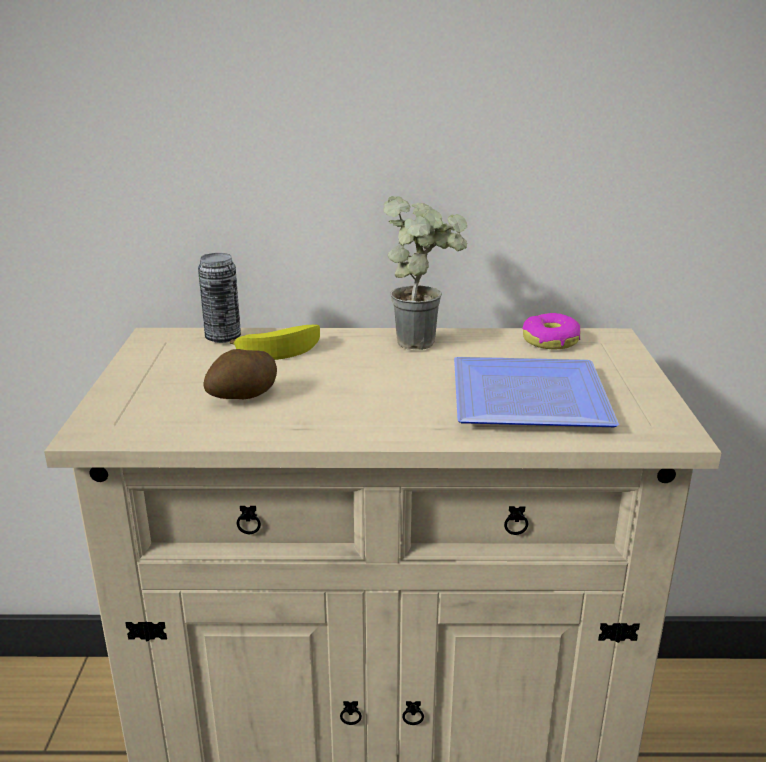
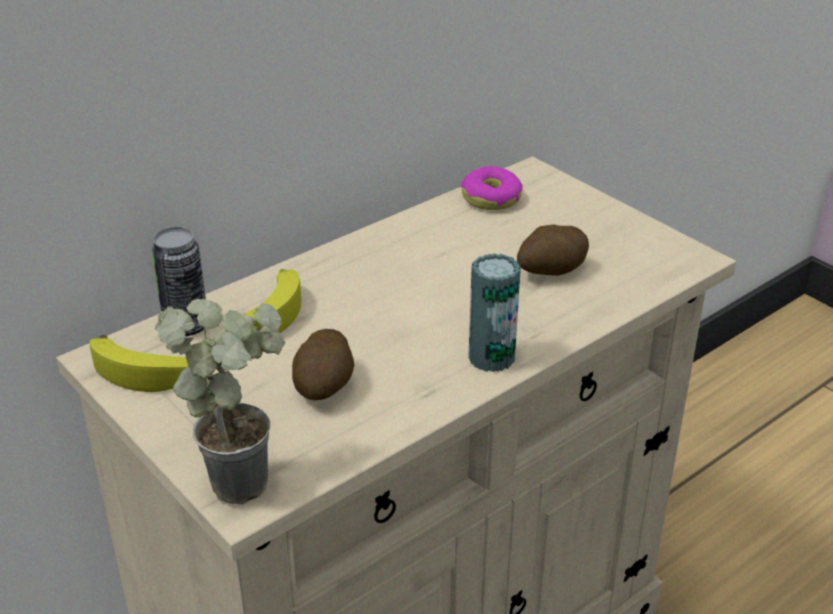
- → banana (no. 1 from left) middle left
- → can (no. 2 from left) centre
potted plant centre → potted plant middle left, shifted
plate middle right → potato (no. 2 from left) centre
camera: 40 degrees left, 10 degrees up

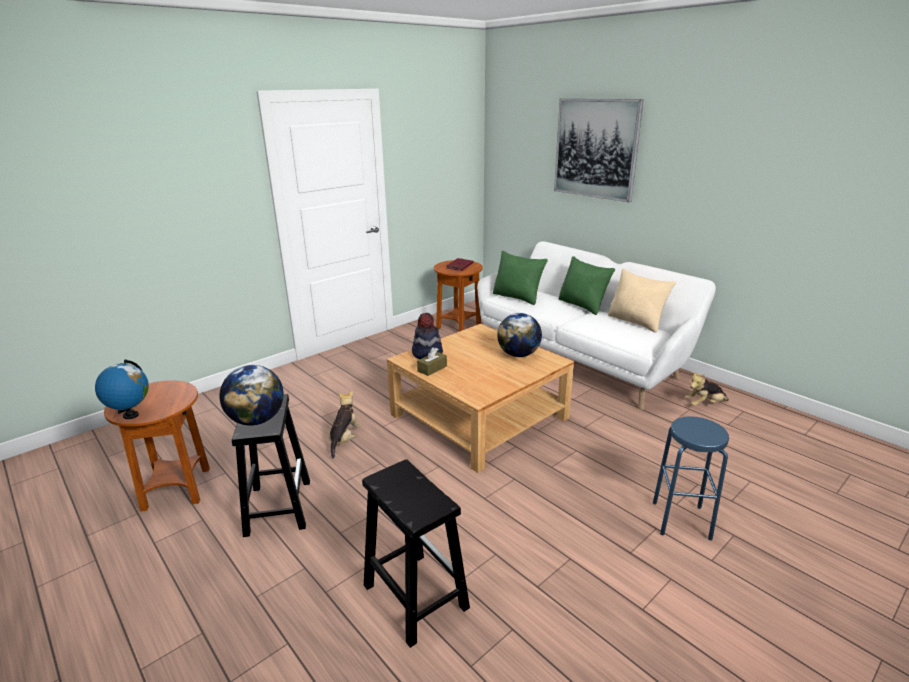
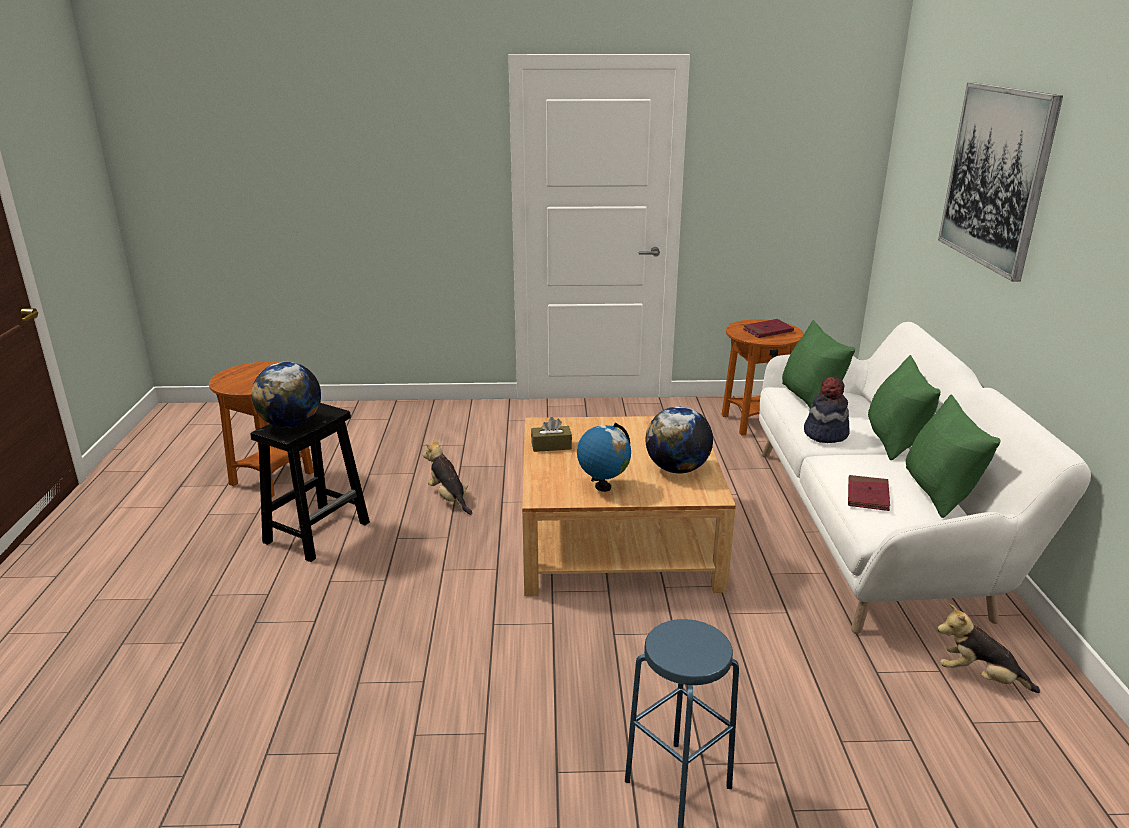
stool/black (no. 2 from left) bottom centre → -
- → book/red (no. 2 from left) middle right
globe (no. 1 from left in the first image) middle left → globe (no. 2 from left) centre, shifted
hat centre → hat middle right, shifted
pillow/beige middle right → pillow/green (no. 3 from left) middle right
plush toy (no. 1 from left) centre, 90 degrees counterclockwise
camera: 40 degrees right, 0 degrees up

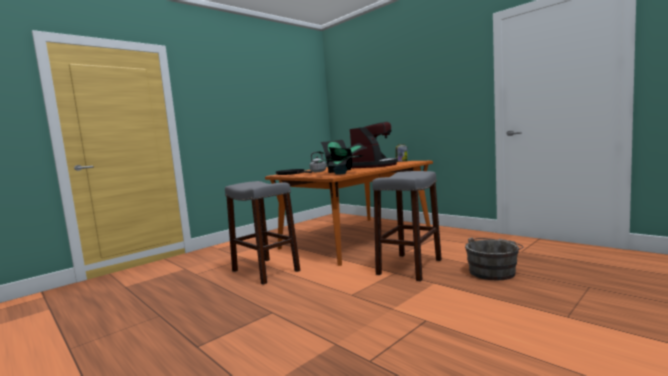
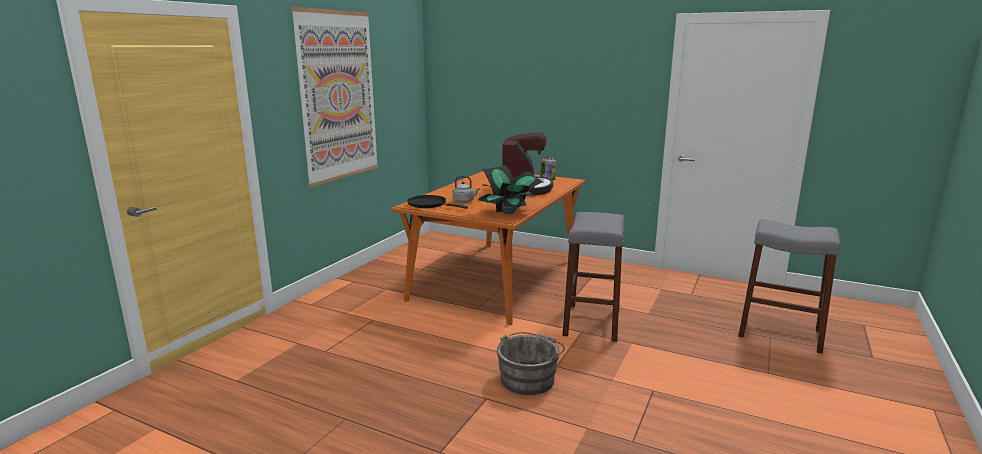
- → picture top centre
stool/grey (no. 1 from left in the first image) centre → stool/grey (no. 2 from left) middle right, shifted
bucket/grey bottom right → bucket/grey bottom centre, shifted
camera: 20 degrees left, 10 degrees up

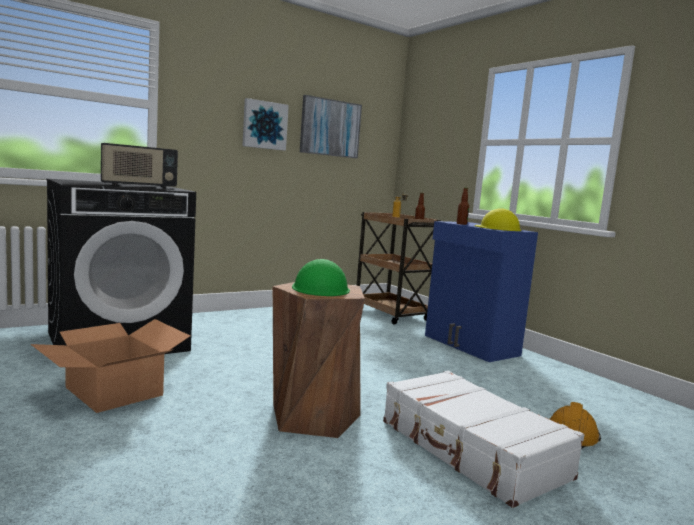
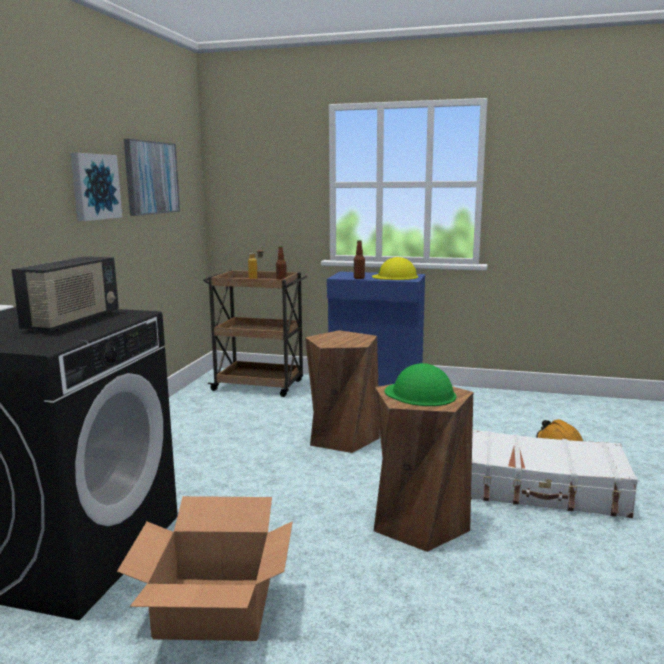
- → stool/brown (no. 1 from left) centre
camera: 40 degrees left, 5 degrees up

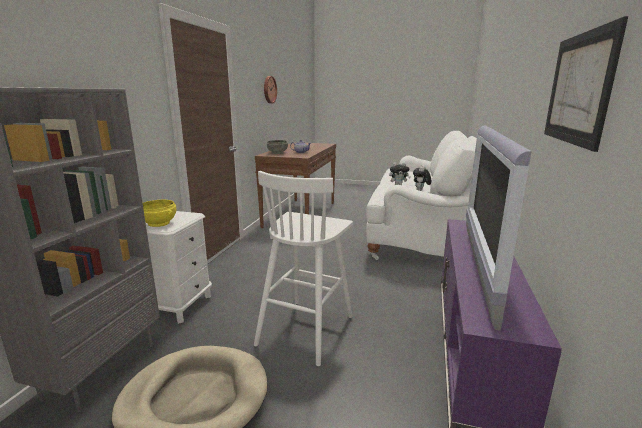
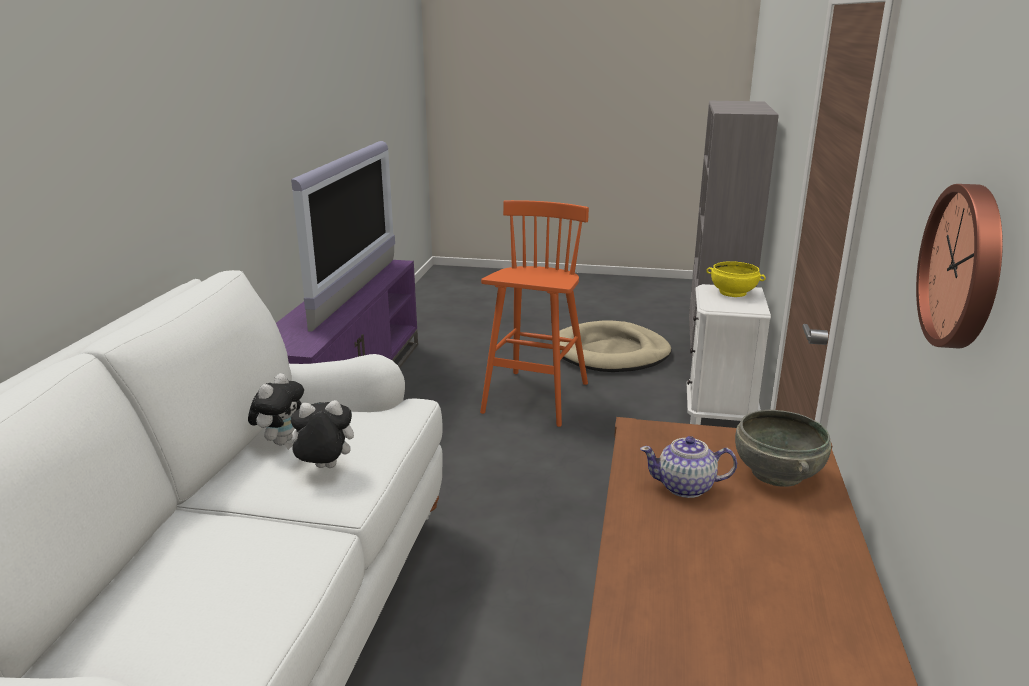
picture top right → -
stool/white centre → stool/orange centre
camera: 175 degrees right, 5 degrees up

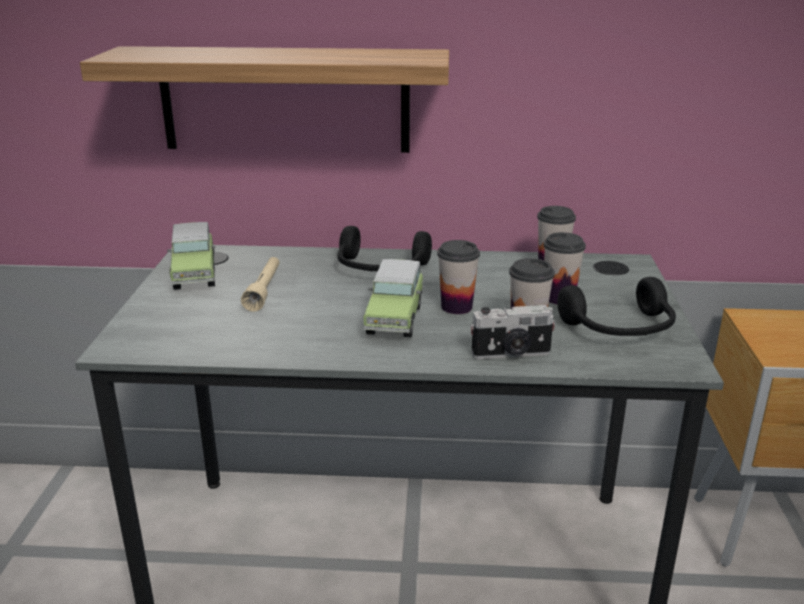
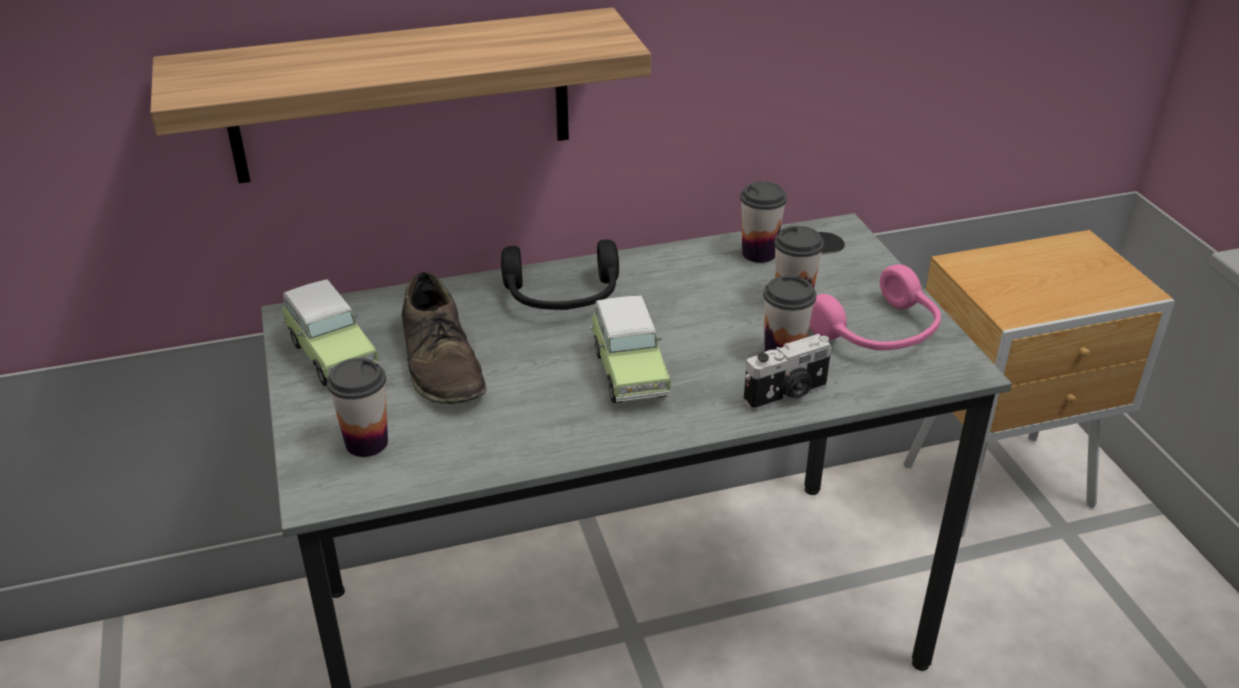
cup (no. 1 from left) centre → cup (no. 1 from left) middle left, shifted
flashlight/beige middle left → shoe/brown centre
headphones/black (no. 2 from left) middle right → headphones/pink middle right
camera: 20 degrees left, 10 degrees up

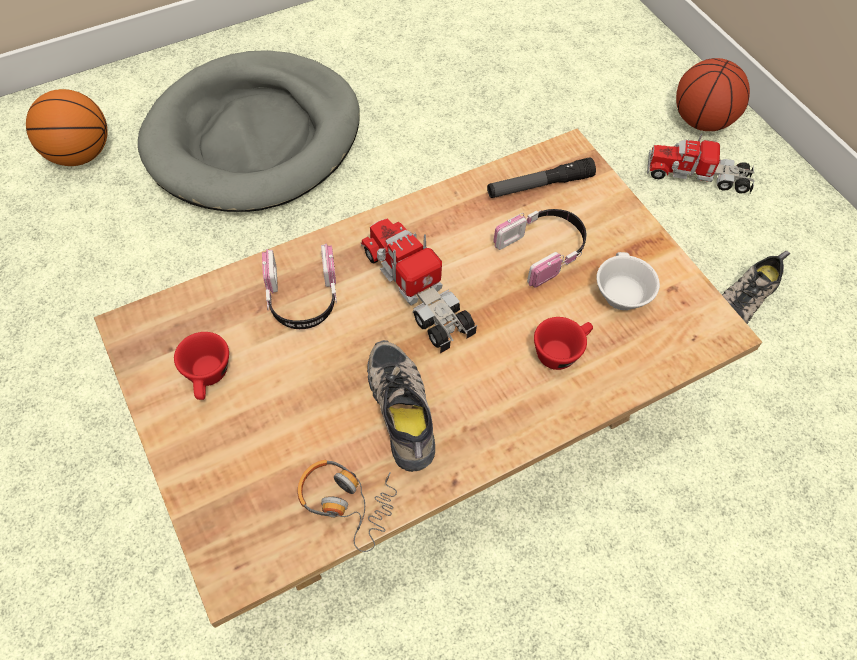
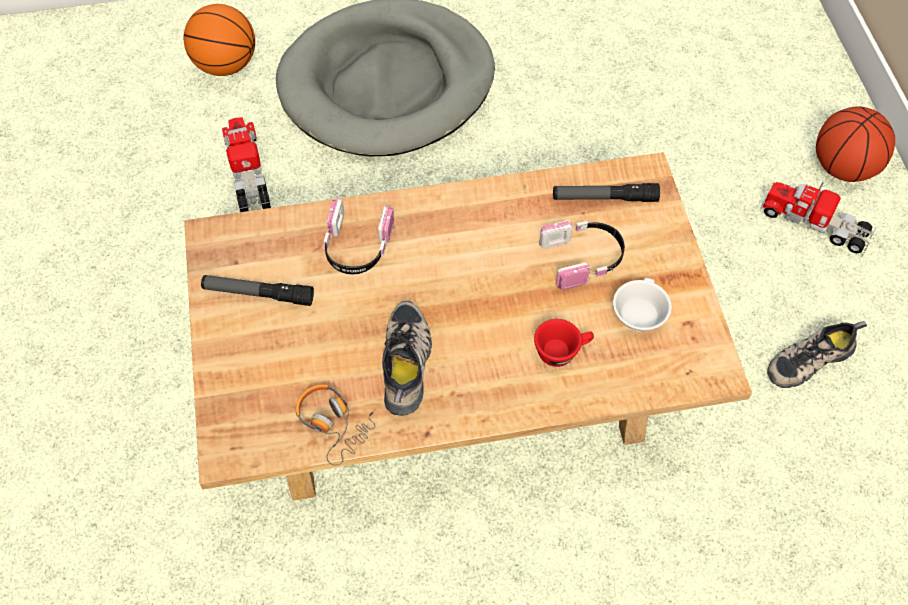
toy truck (no. 1 from left) centre → toy truck (no. 1 from left) top left, shifted
cup/red (no. 1 from left) middle left → flashlight (no. 1 from left) middle left
camera: 20 degrees right, 0 degrees up

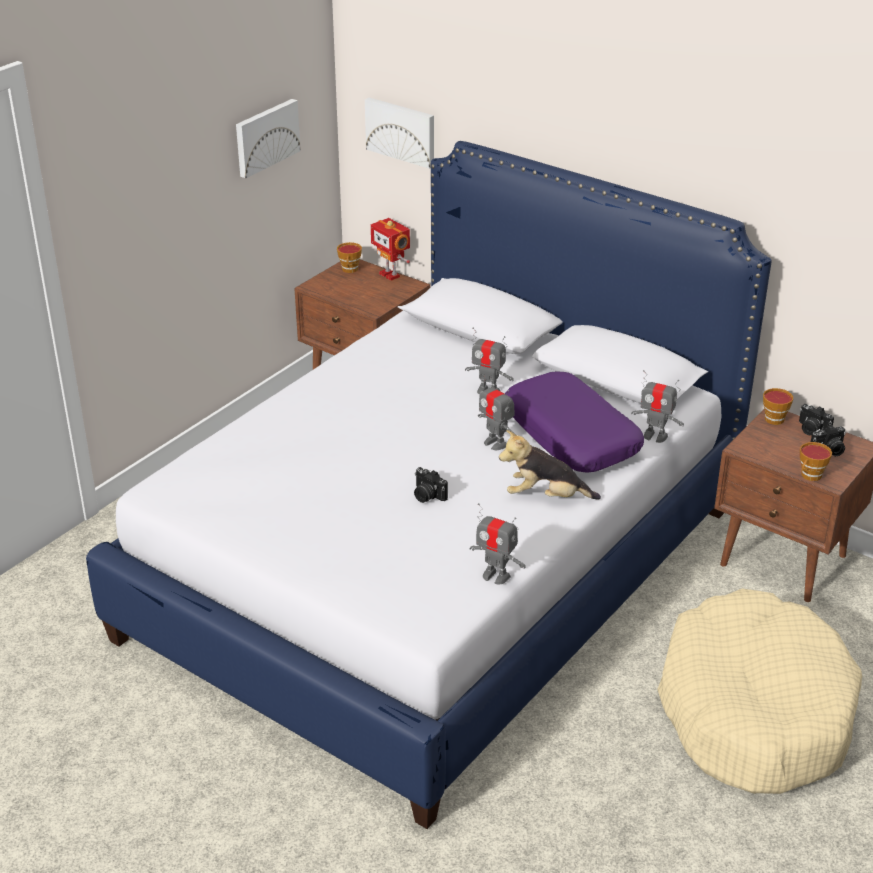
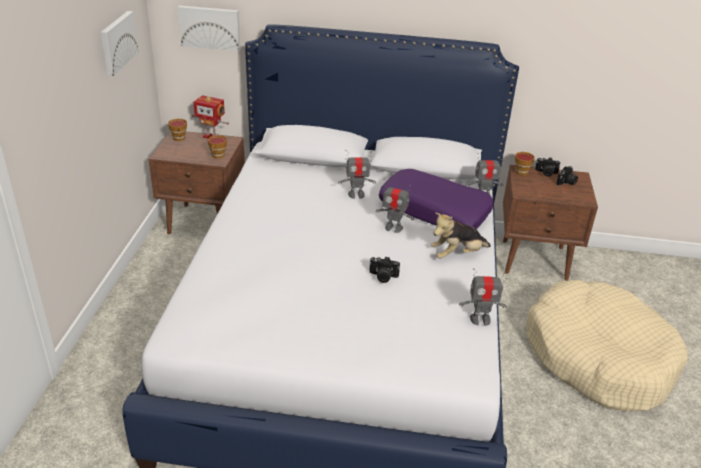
cup (no. 3 from left in the first image) middle right → cup (no. 2 from left) top left, shifted
camera: 30 degrees left, 0 degrees up

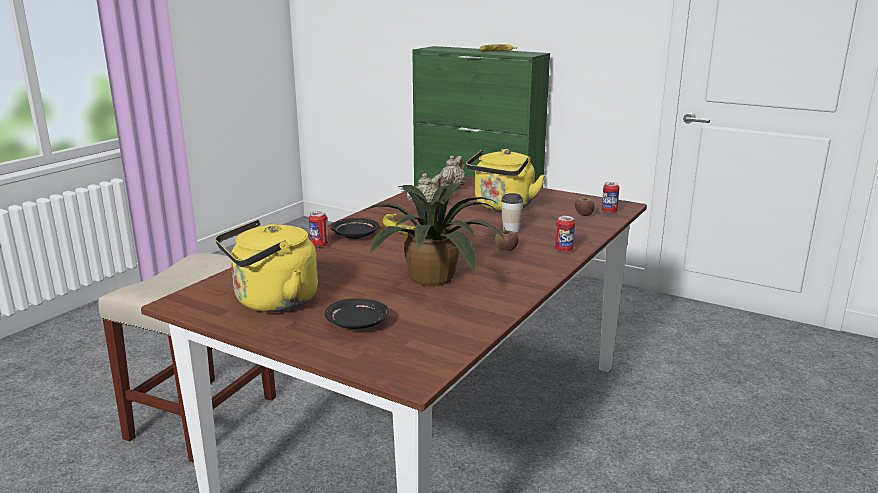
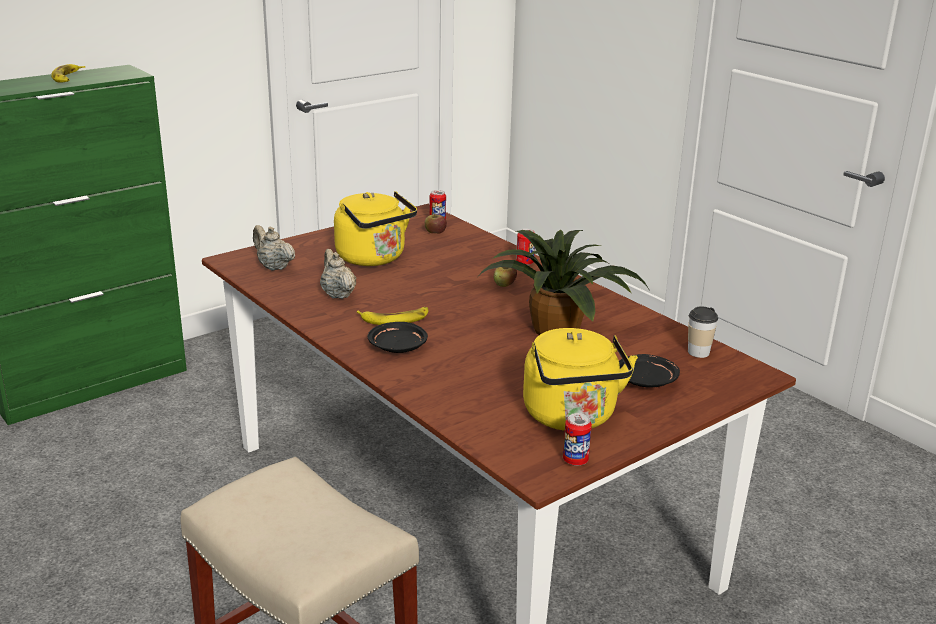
can (no. 1 from left in the first image) centre → can (no. 3 from left) bottom centre, shifted
cup centre → cup middle right, shifted
camera: 70 degrees left, 5 degrees up

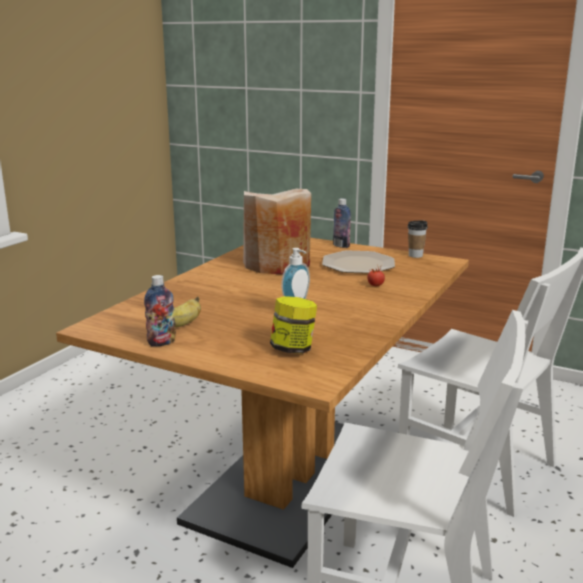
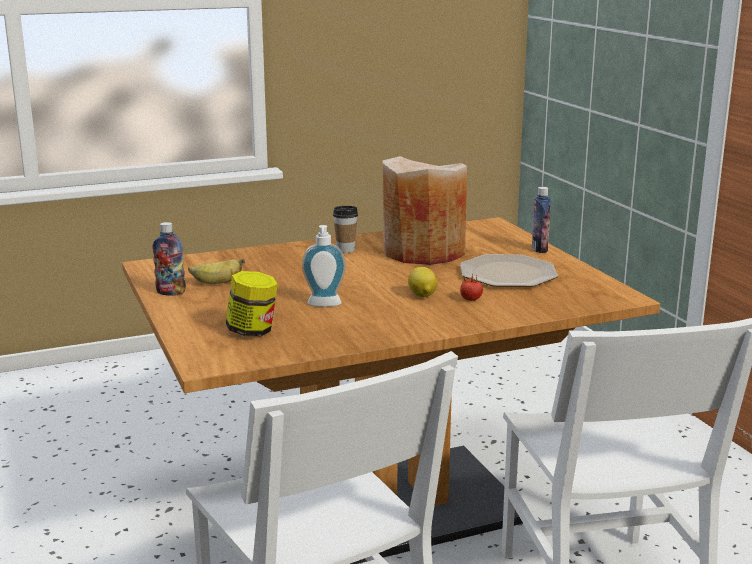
- → lemon centre
cup middle right → cup centre, shifted
camera: 40 degrees right, 0 degrees up

